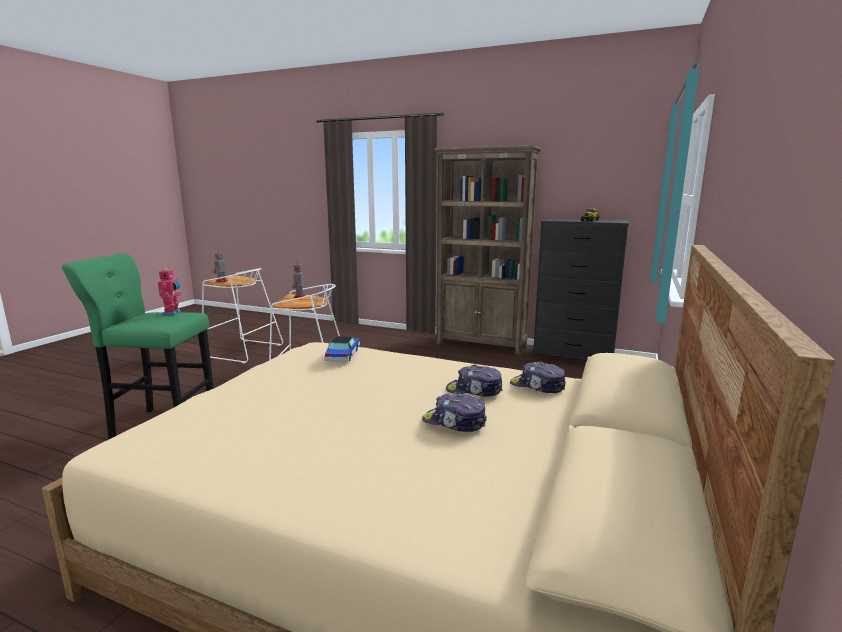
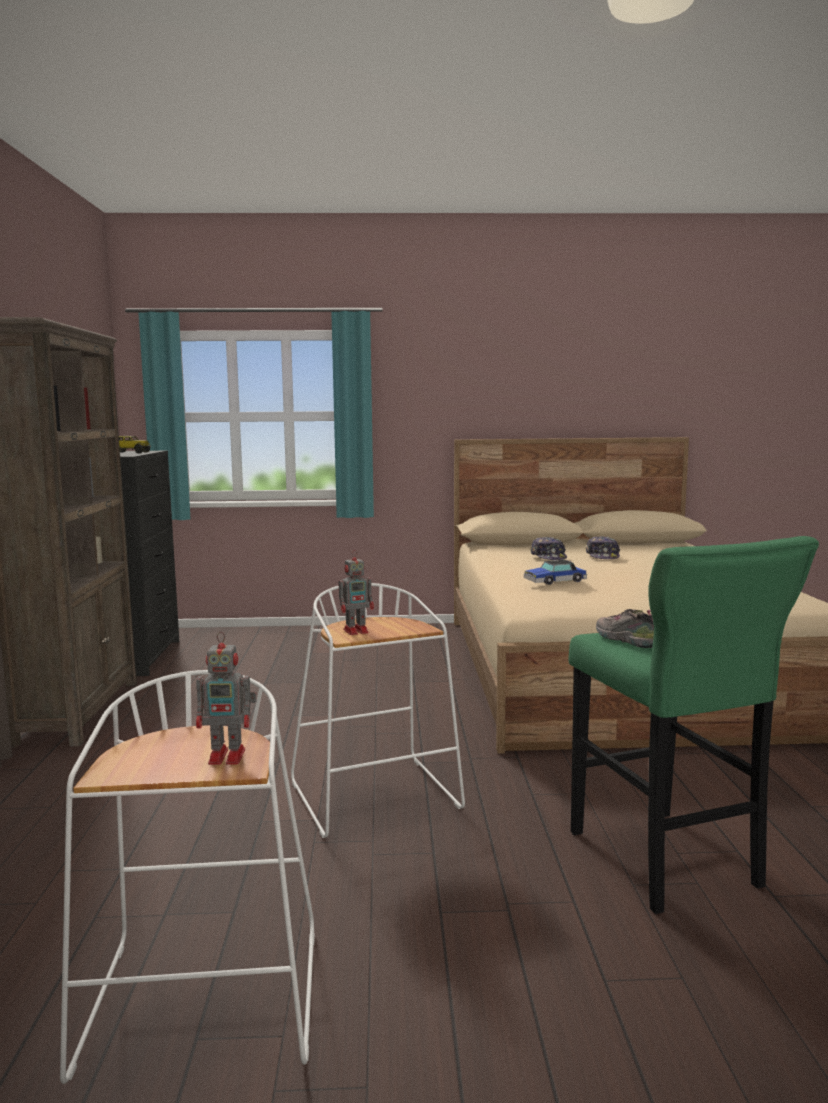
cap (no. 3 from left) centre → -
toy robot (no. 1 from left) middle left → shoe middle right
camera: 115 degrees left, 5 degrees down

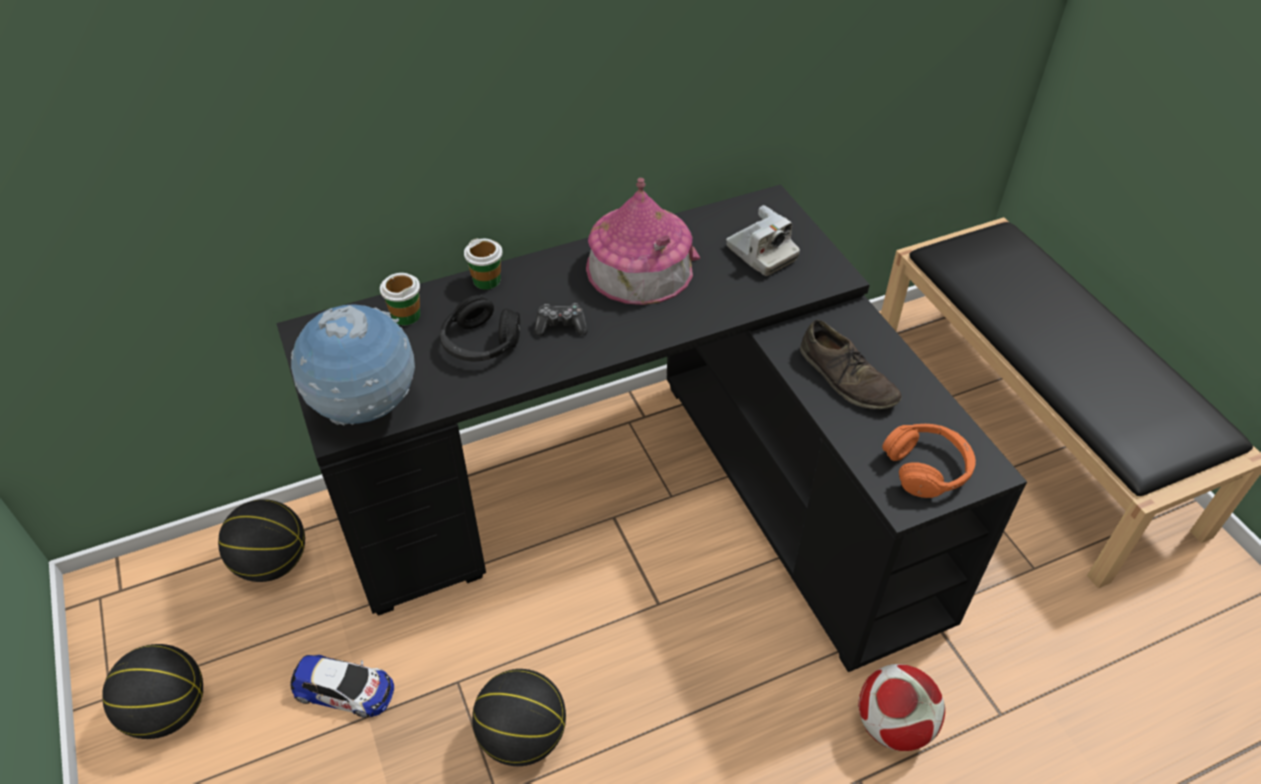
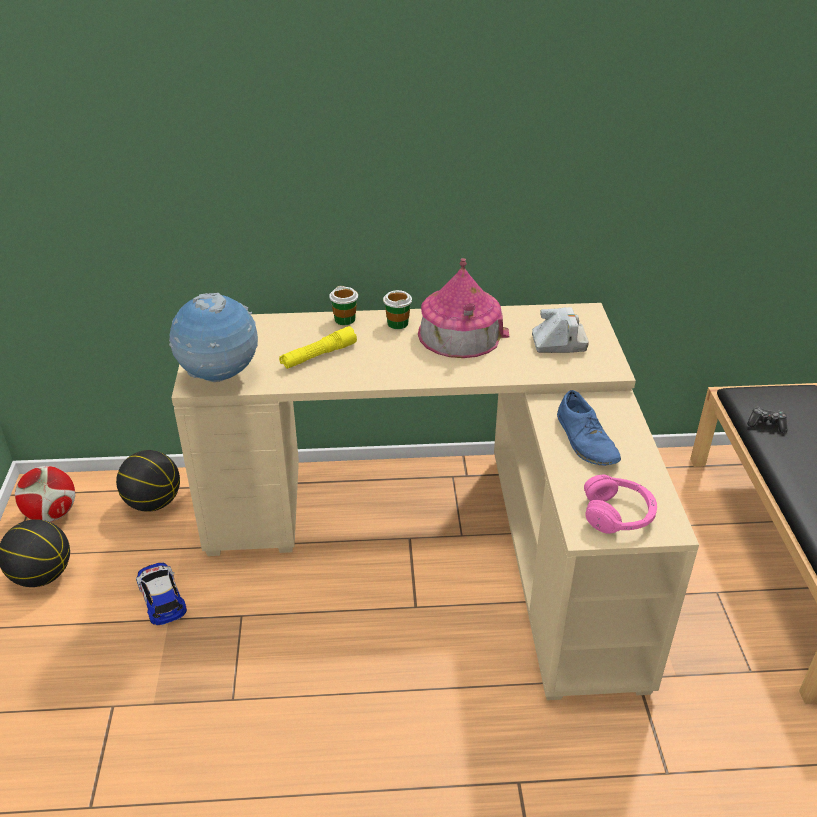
basketball (no. 3 from left) bottom centre → -
cup (no. 1 from left in the first image) middle left → cup (no. 2 from left) centre, shifted
game controller centre → game controller middle right, shifted
football bottom right → football middle left, shifted
headphones/black centre → flashlight/yellow centre
desk/black centre → desk/beige centre
shoe/brown middle right → shoe/blue middle right
headphones/orange middle right → headphones/pink middle right
toy car bottom left, 150 degrees counterclockwise
photo camera top centre → photo camera middle right, 75 degrees counterclockwise
camera: 20 degrees right, 10 degrees down

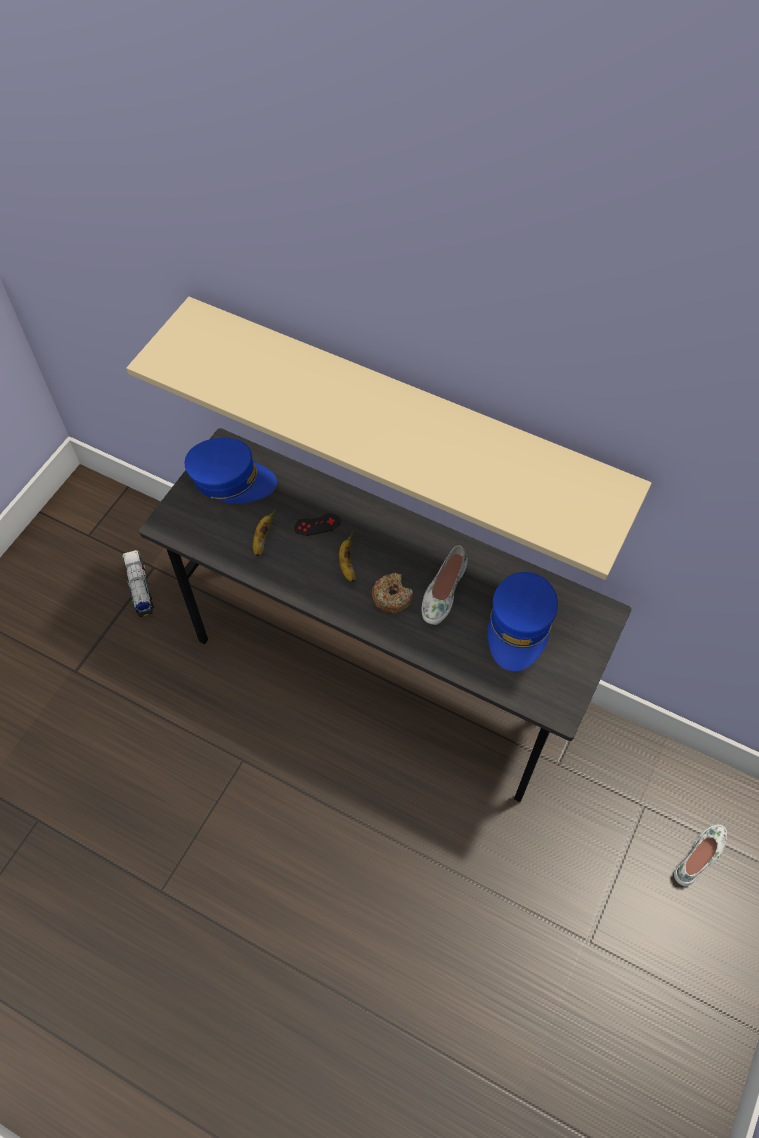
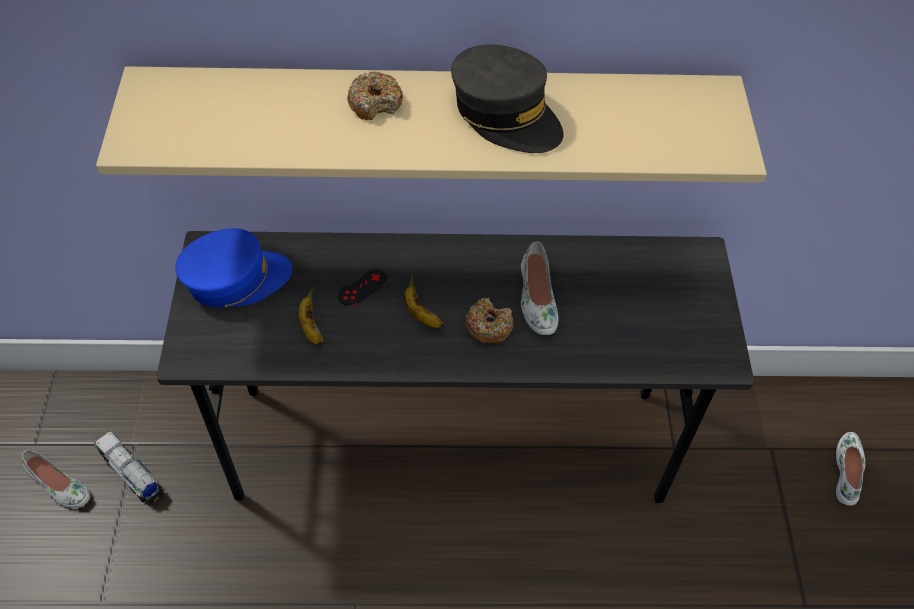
cap/blue (no. 2 from left) middle right → -
- → shoe/white (no. 1 from left) bottom left
- → donut (no. 1 from left) top centre
- → cap/grey top centre
camera: 30 degrees left, 5 degrees down

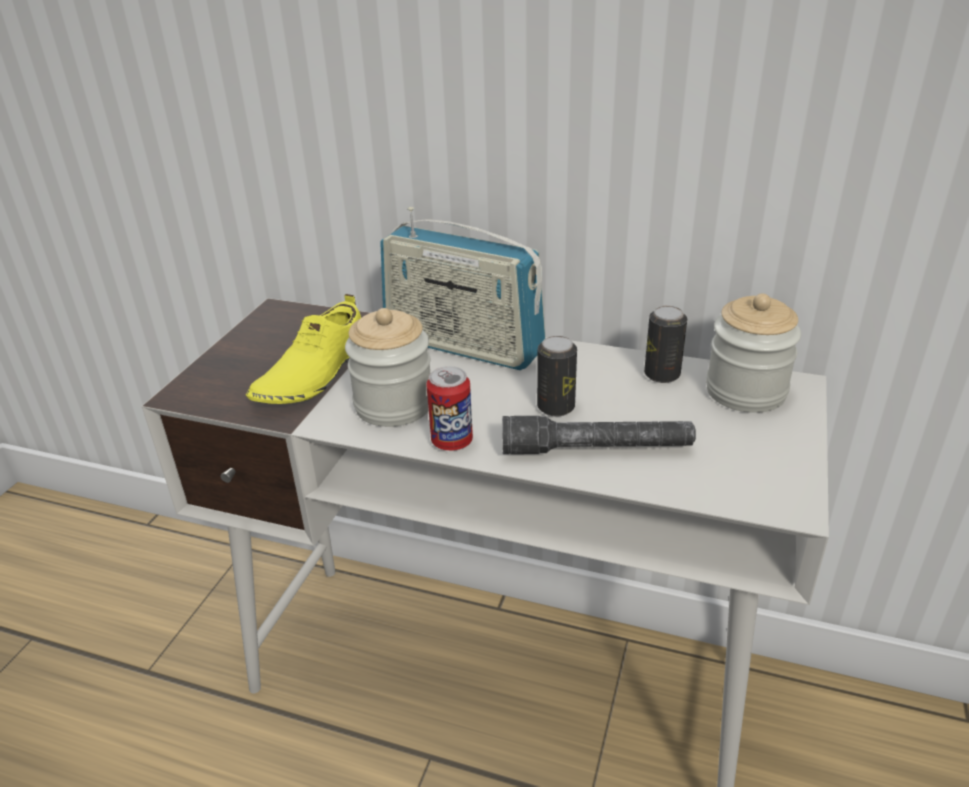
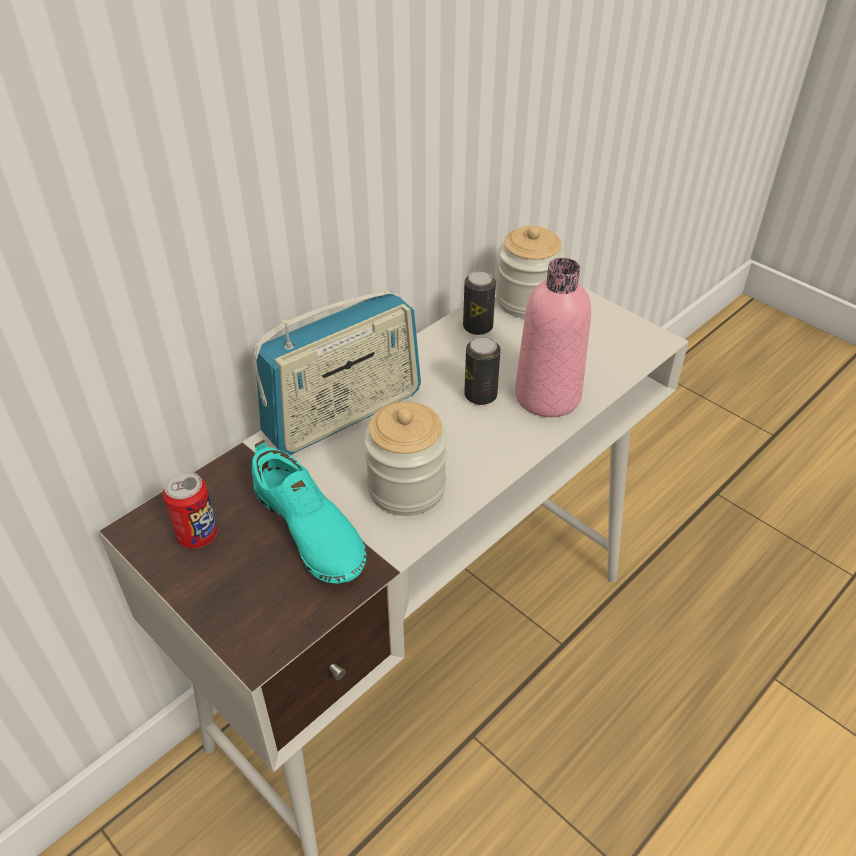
can (no. 1 from left) centre → can (no. 1 from left) middle left, shifted
flashlight/grey centre → bottle/pink centre
shoe/yellow middle left → shoe/turquoise centre
camera: 65 degrees left, 10 degrees up

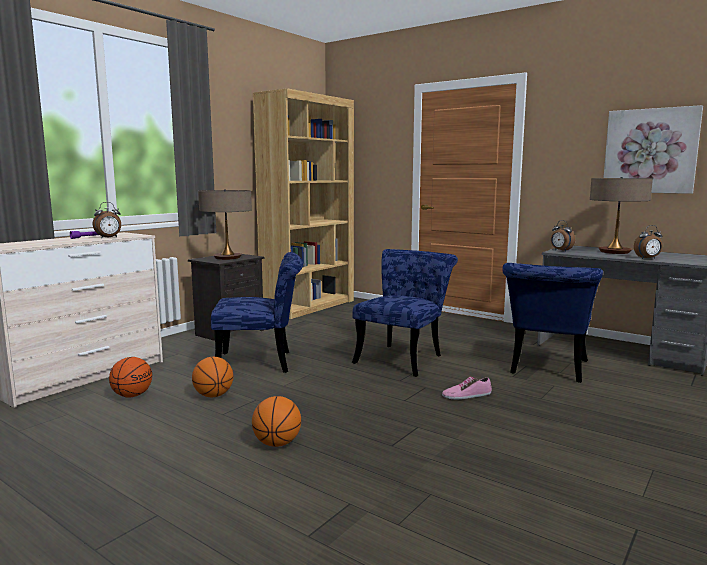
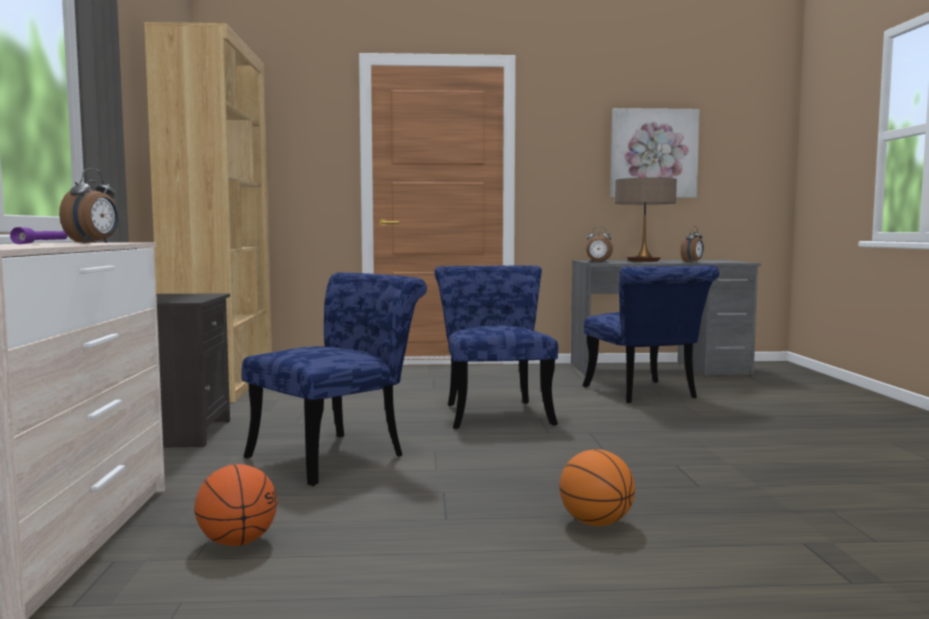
basketball (no. 2 from left) bottom left → -
table lamp (no. 1 from left) middle left → -
shoe bottom centre → -
camera: 40 degrees left, 5 degrees down

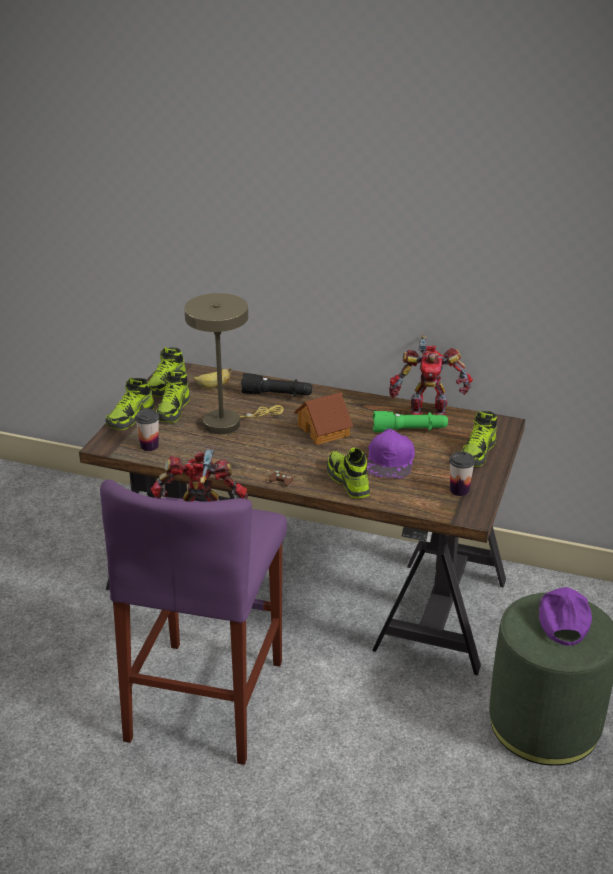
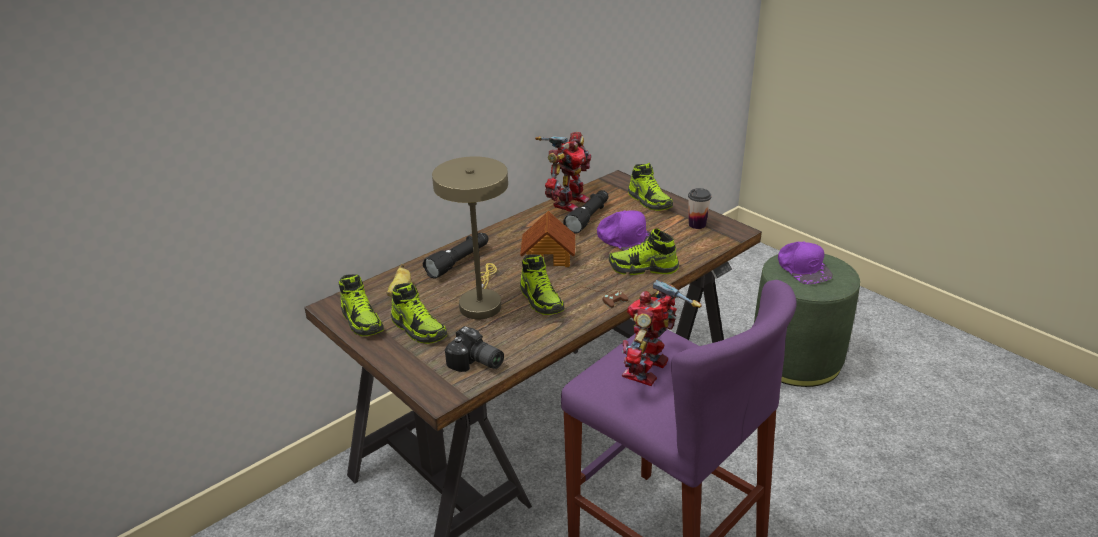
shoe (no. 1 from left in the first image) middle left → shoe (no. 3 from left) centre, shifted
cup (no. 1 from left) middle left → photo camera centre
flashlight/green middle right → flashlight/black (no. 2 from left) centre
cap/purple (no. 2 from left) bottom right → cap/purple (no. 2 from left) middle right, 150 degrees counterclockwise
camera: 60 degrees left, 0 degrees up

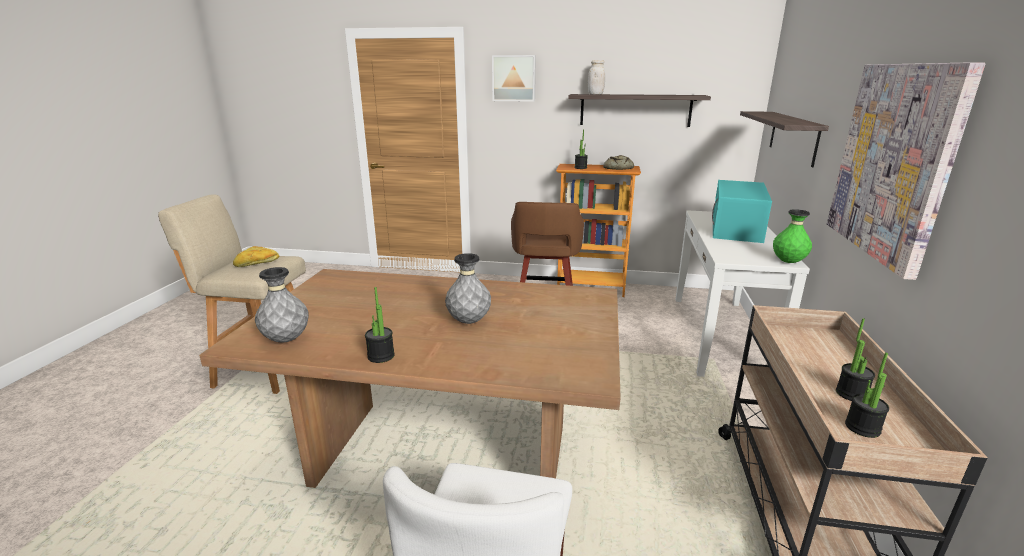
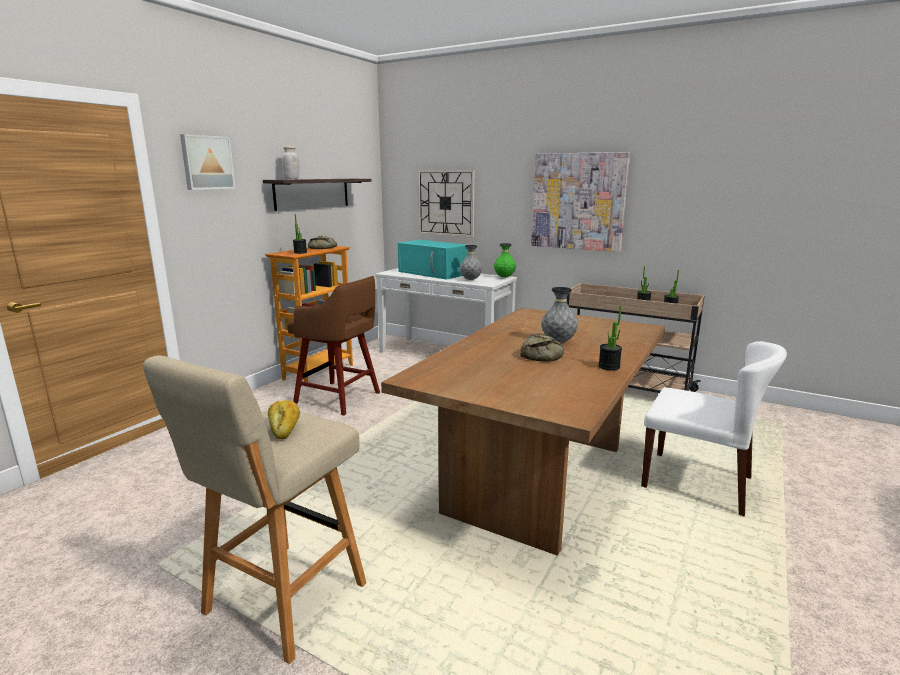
- → bread (no. 3 from left) centre
vase/grey (no. 1 from left) middle left → vase/grey (no. 1 from left) centre, shifted
shelf (no. 2 from left) top right → wall clock top centre
camera: 70 degrees left, 5 degrees down

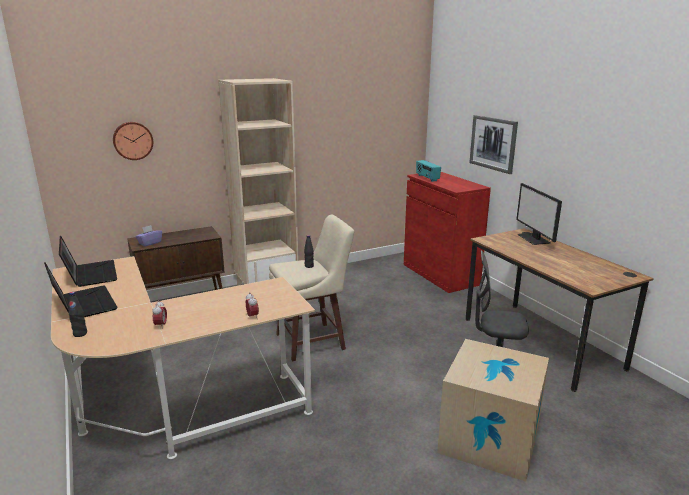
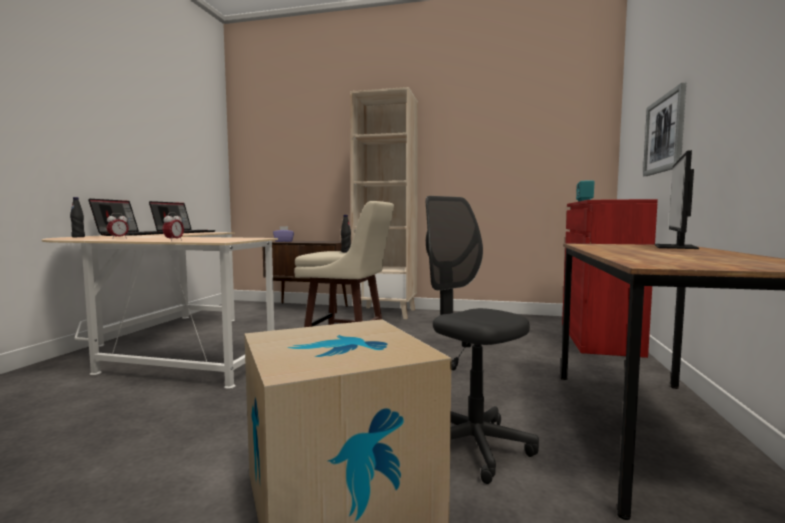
wall clock top left → -
camera: 40 degrees right, 15 degrees down

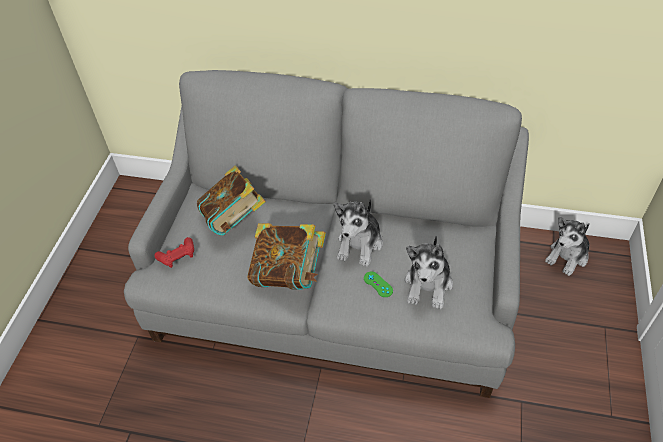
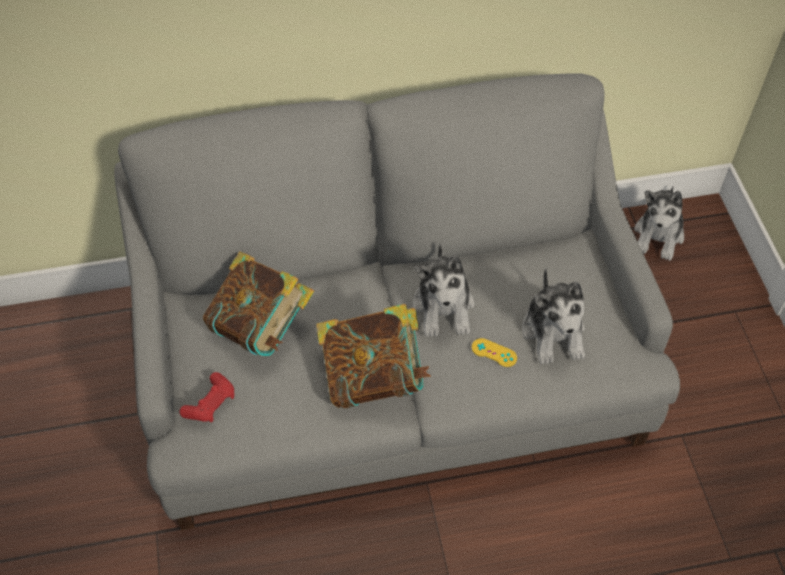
game controller/green centre → game controller/yellow centre
camera: 25 degrees left, 5 degrees up

